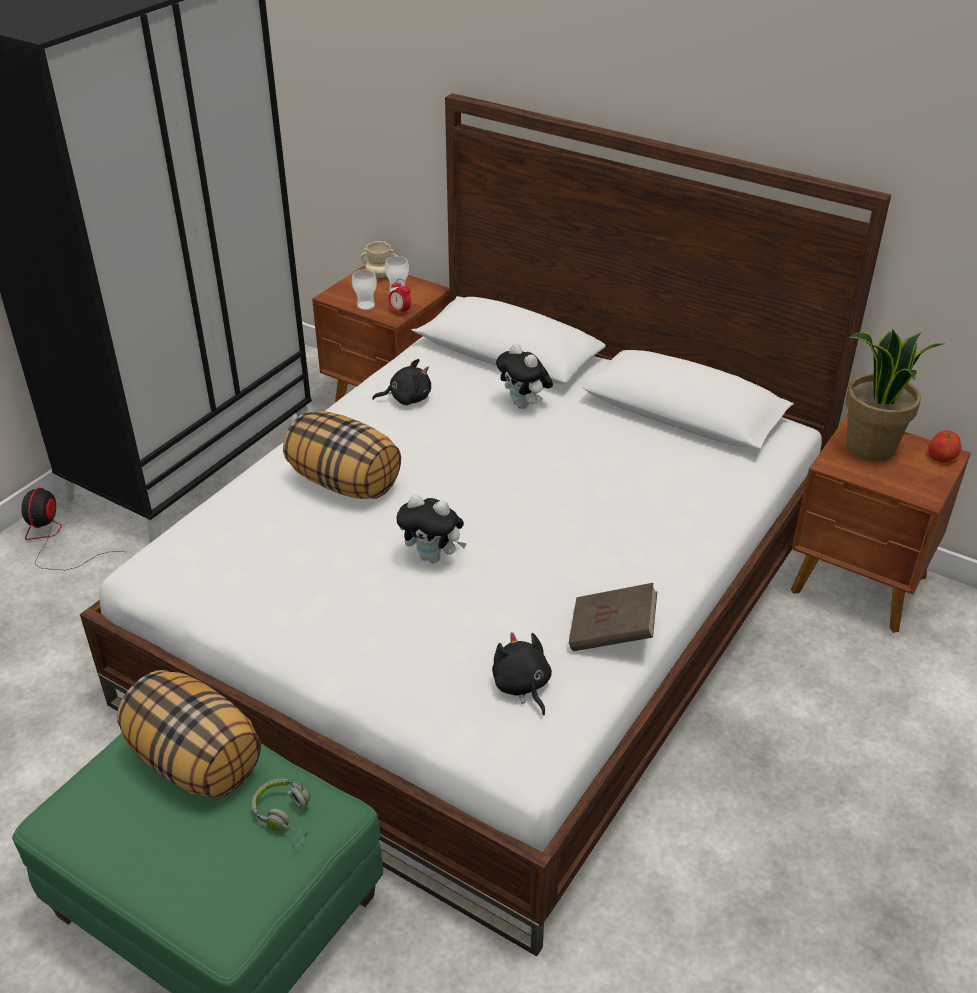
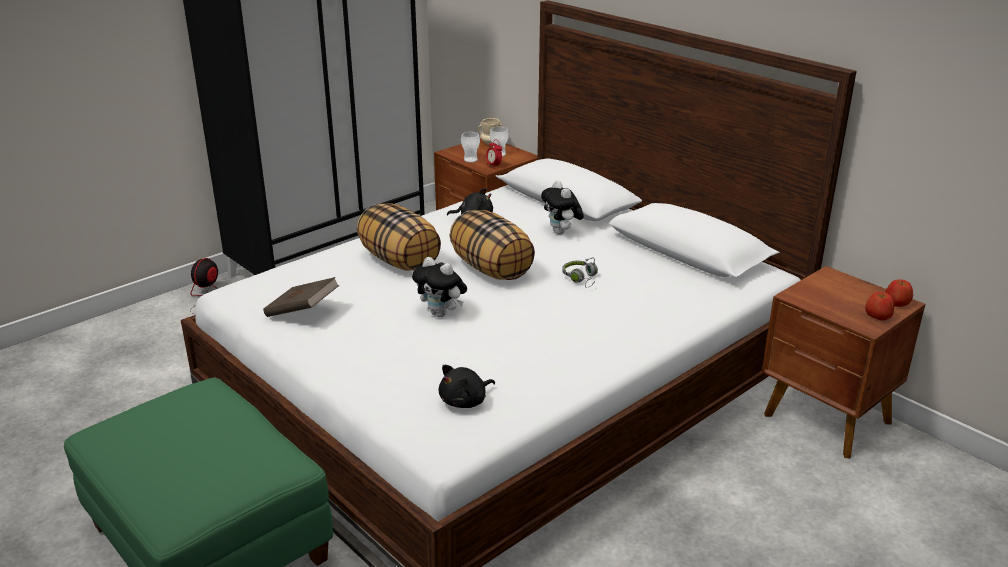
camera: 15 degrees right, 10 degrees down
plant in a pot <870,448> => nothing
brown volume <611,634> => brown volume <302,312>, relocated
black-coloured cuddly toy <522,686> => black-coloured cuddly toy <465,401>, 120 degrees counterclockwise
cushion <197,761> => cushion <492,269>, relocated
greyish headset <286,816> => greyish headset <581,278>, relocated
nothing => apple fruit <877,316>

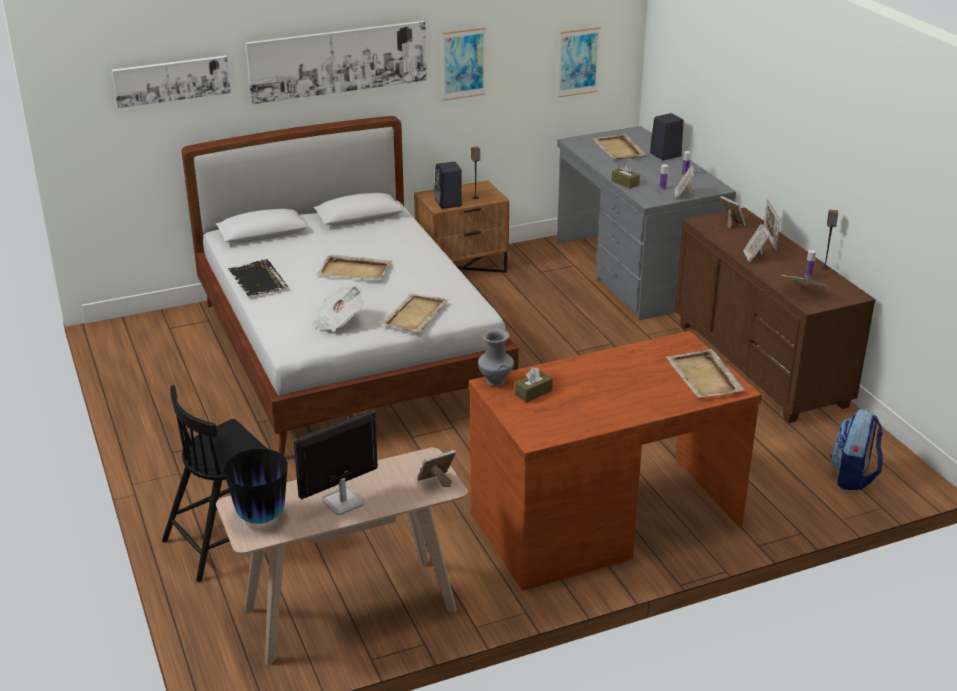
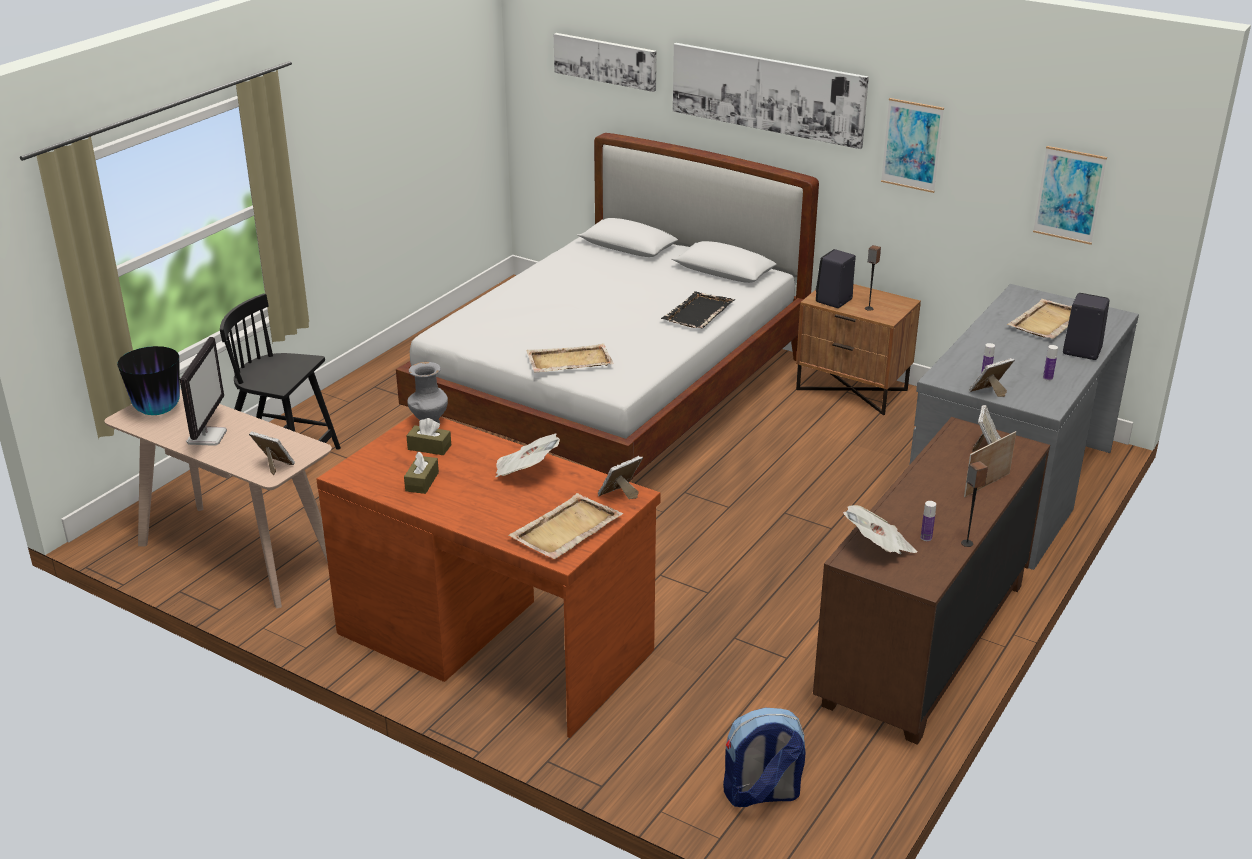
camera: 55 degrees right, 0 degrees up
brown box of tissues <625,183> => brown box of tissues <422,482>, relocated
standing frame <754,257> => standing frame <620,495>, relocated
sand-coloured carrying tray <355,270> => nothing
black-coloured carrying tray <258,281> => black-coloured carrying tray <697,313>, relocated
newspaper <338,321> => newspaper <525,471>, relocated
computer display <342,502> => computer display <207,436>, 75 degrees clockwise

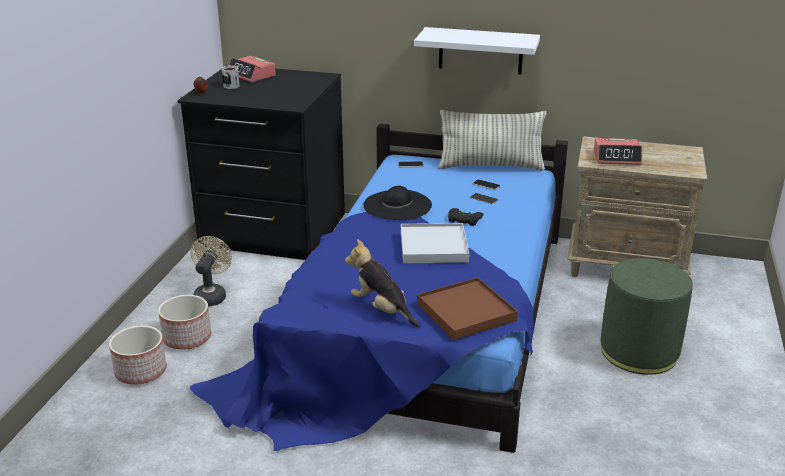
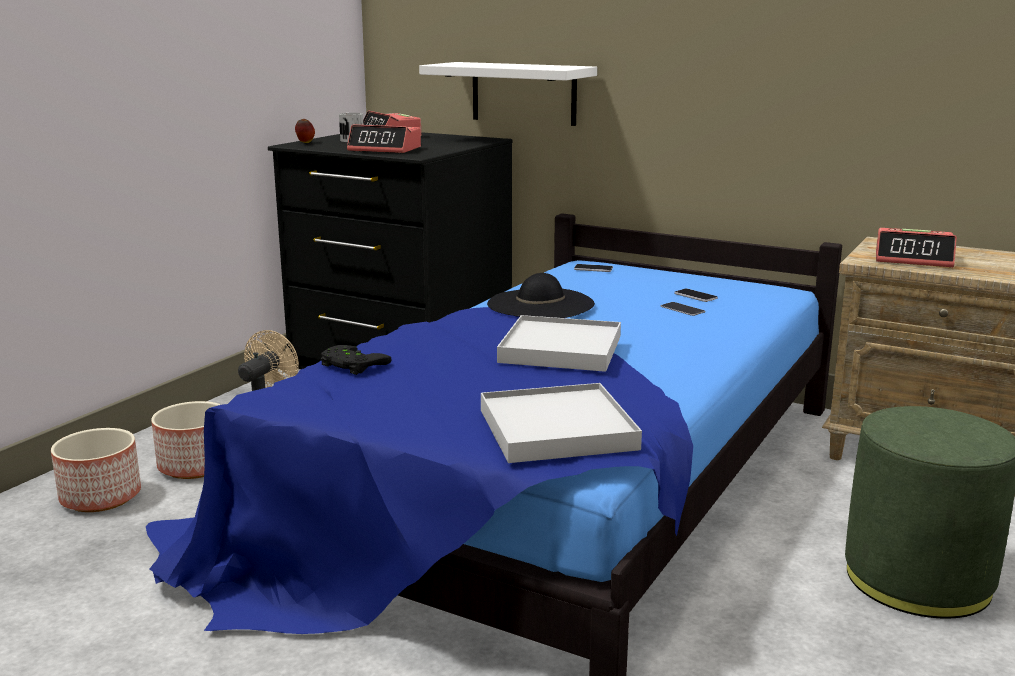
camera: 15 degrees right, 10 degrees down
white wall shelf <480,51> => white wall shelf <523,93>, relocated
cushion <490,166> => nothing
black-coloured joypad <463,220> => black-coloured joypad <351,365>, relocated
cuddly toy <382,309> => nothing
brown carrying tray <465,312> => white carrying tray <556,429>
nothing => bedside clock <385,149>

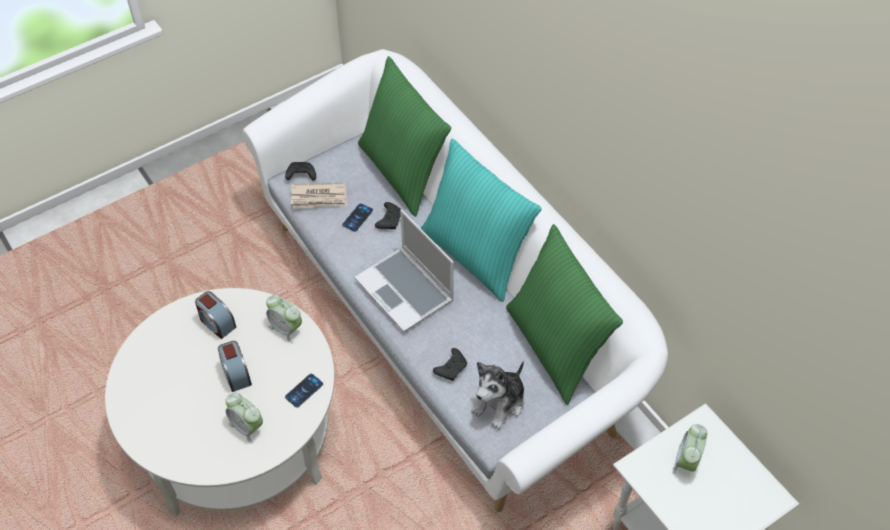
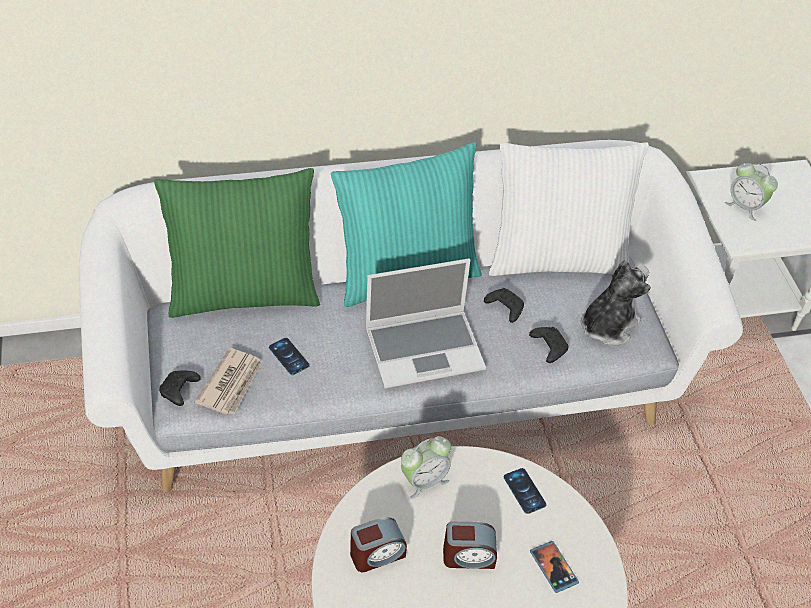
camera: 70 degrees left, 5 degrees down
black-coloured joypad <389,219> => black-coloured joypad <504,308>, relocated
greenish cushion <555,347> => white cushion <556,258>
cuddly toy <500,403> => cuddly toy <607,325>, 105 degrees counterclockwise
bedside clock <247,427> => phone <553,567>

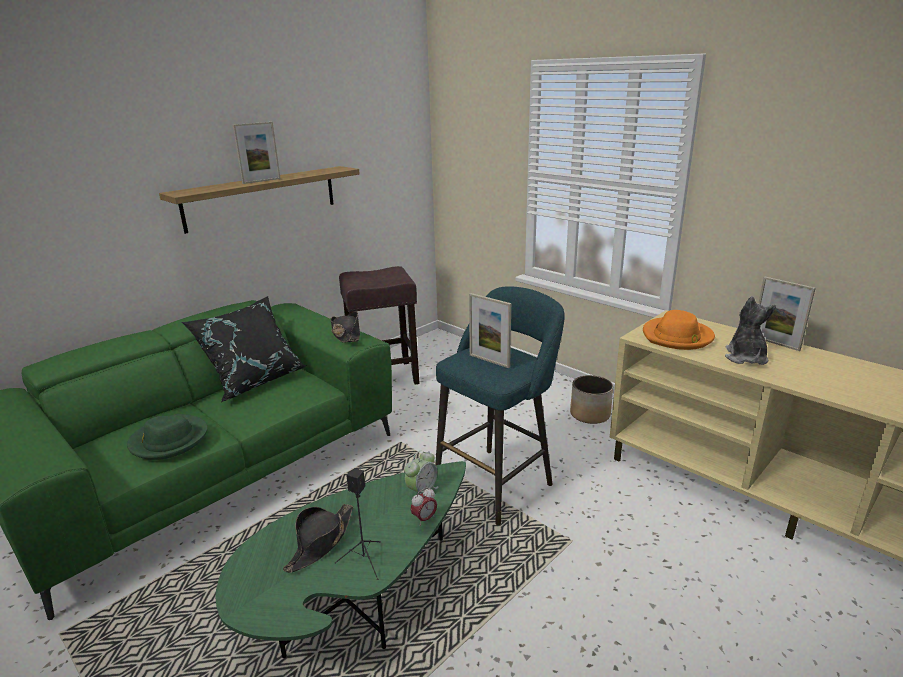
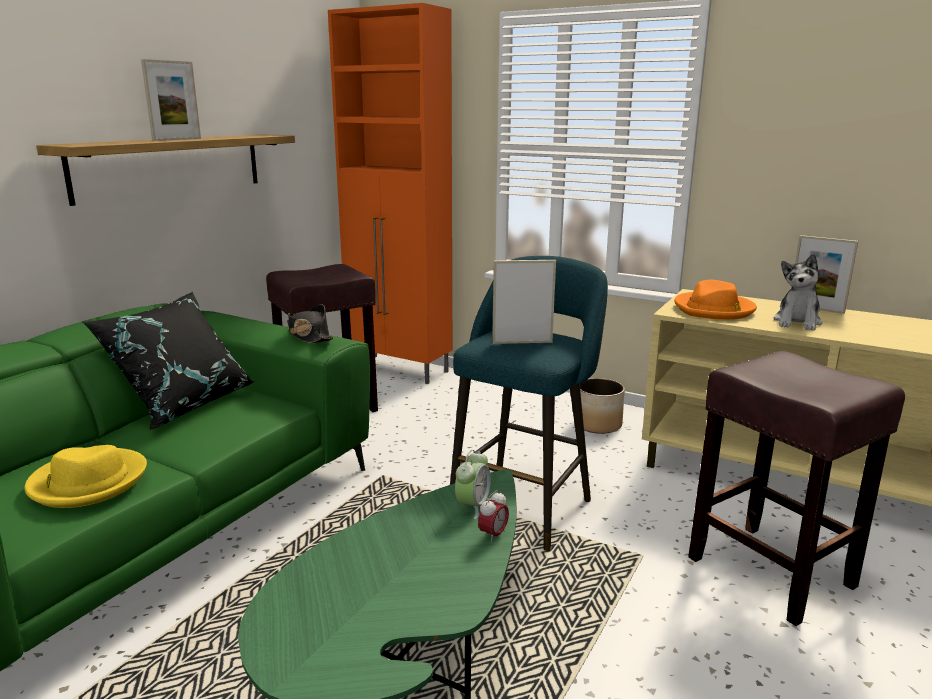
camera: 15 degrees left, 5 degrees down
standing frame <489,361> => standing frame <522,342>, 150 degrees clockwise
cuddly toy <745,357> => cuddly toy <797,322>, 150 degrees counterclockwise
greenish clothing hat <169,440> => yellow clothing hat <88,482>
black-coloured audio speaker <365,561> => nothing
black-coloured clothing hat <320,542> => nothing
nothing => orange cupboard <400,370>
nothing => brown sitting stool <773,573>

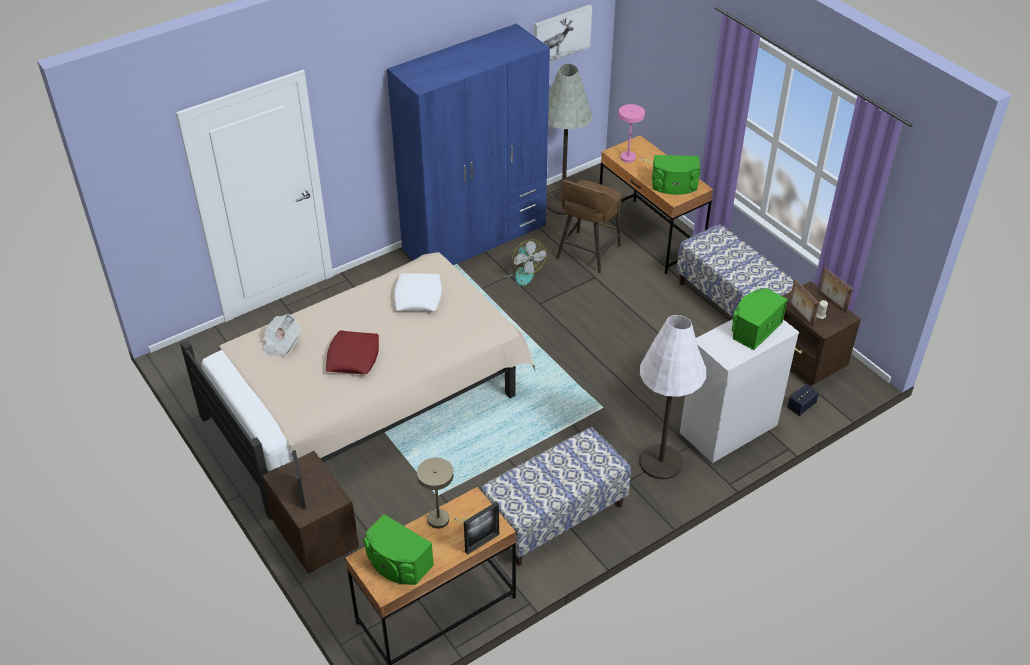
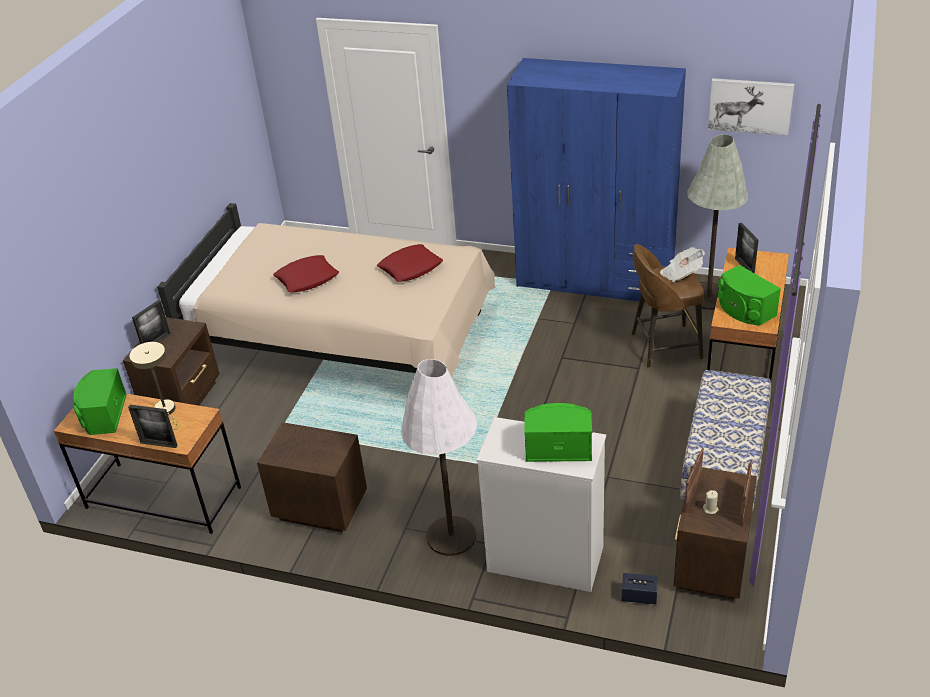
camera: 55 degrees right, 5 degrees down
pinkish tabletop lamp <631,158> => standing frame <744,267>
fan <521,272> => nothing
white cushion <418,296> => red cushion <410,268>
newspaper <281,344> => newspaper <681,273>, relocated
indoor bench <555,517> => brown bedside table <320,507>

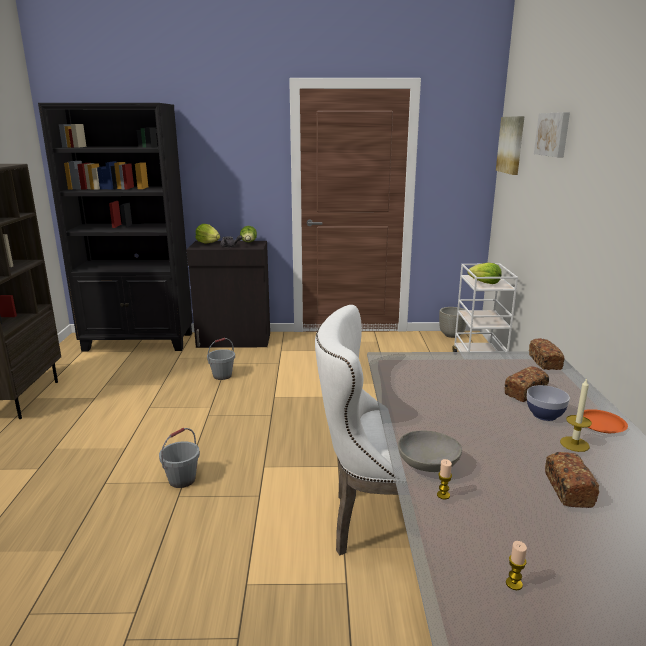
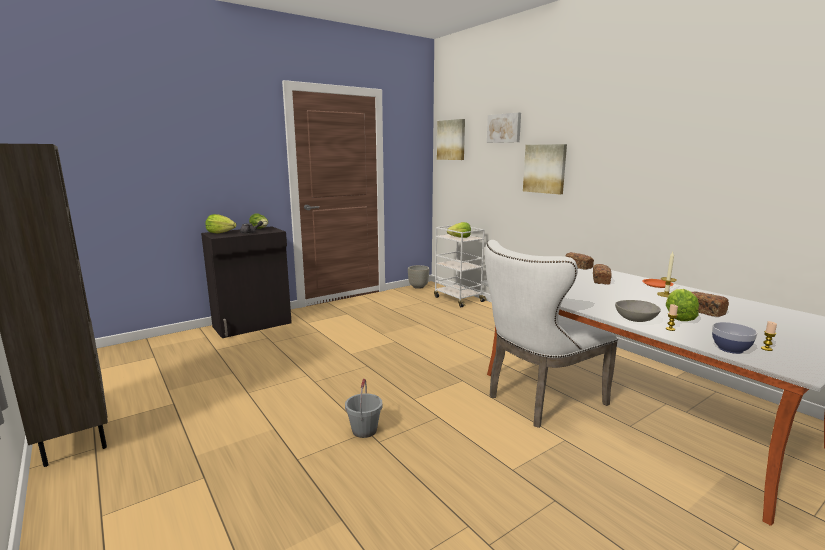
camera: 35 degrees left, 5 degrees down
black-coloured shelving unit <139,342> => nothing
greyish water bucket <222,375> => nothing
bowl <544,415> => bowl <730,349>, relocated
nothing => wall art <545,168>
nothing => lettuce <678,317>

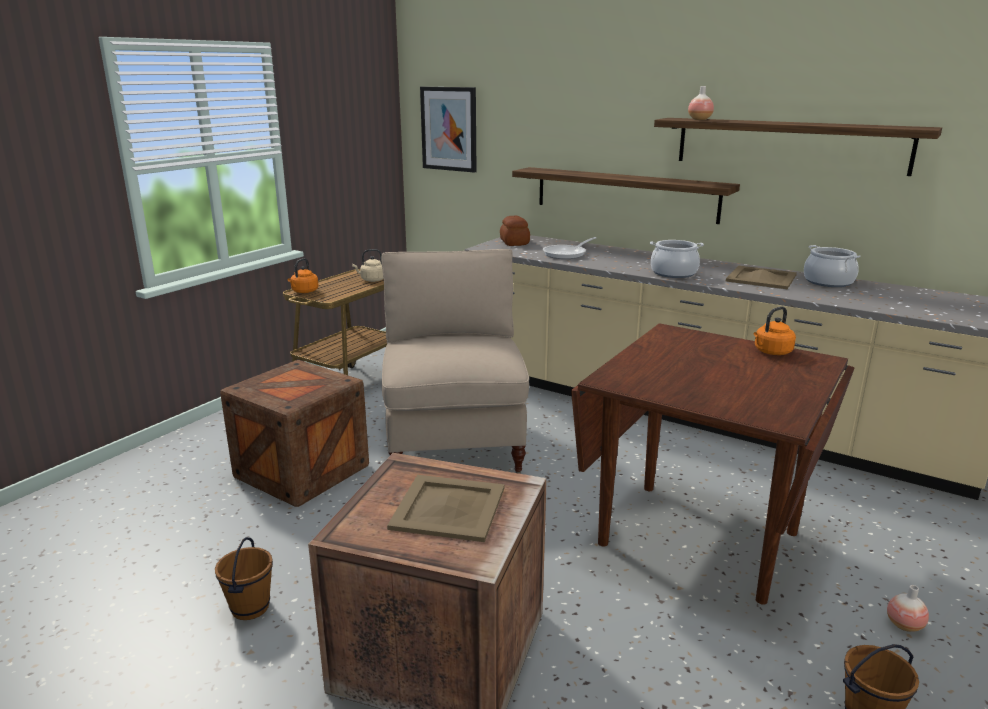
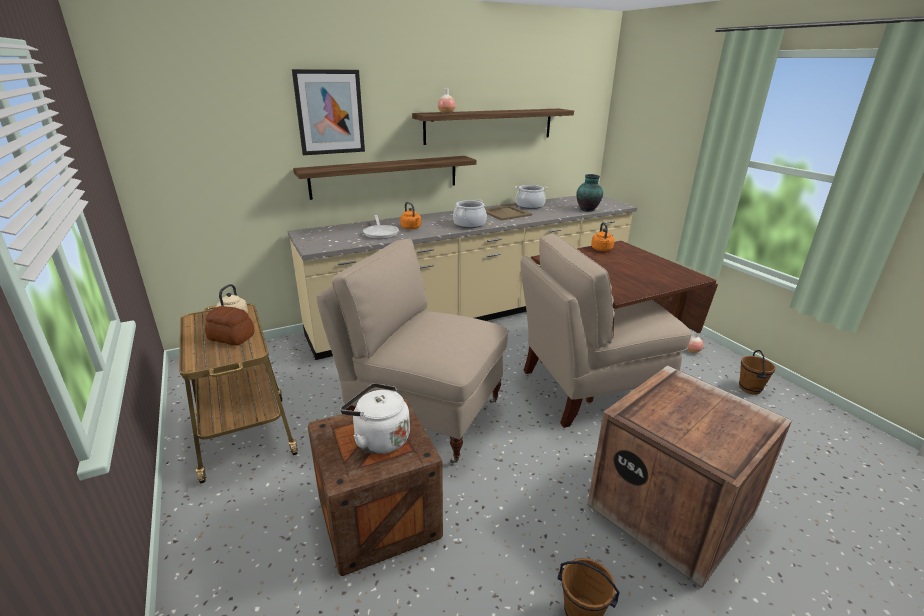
camera: 60 degrees left, 5 degrees up
wall art <449,129> => wall art <330,112>, relocated
bakery bread <514,242> => bakery bread <231,337>, relocated
orange water kettle <304,291> => orange water kettle <411,228>, relocated
sand-coloured carrying tray <449,507> => nothing
nothing => decorative vase <588,209>
nothing => sand-coloured plain chair <589,388>
nothing => white water kettle <379,438>

